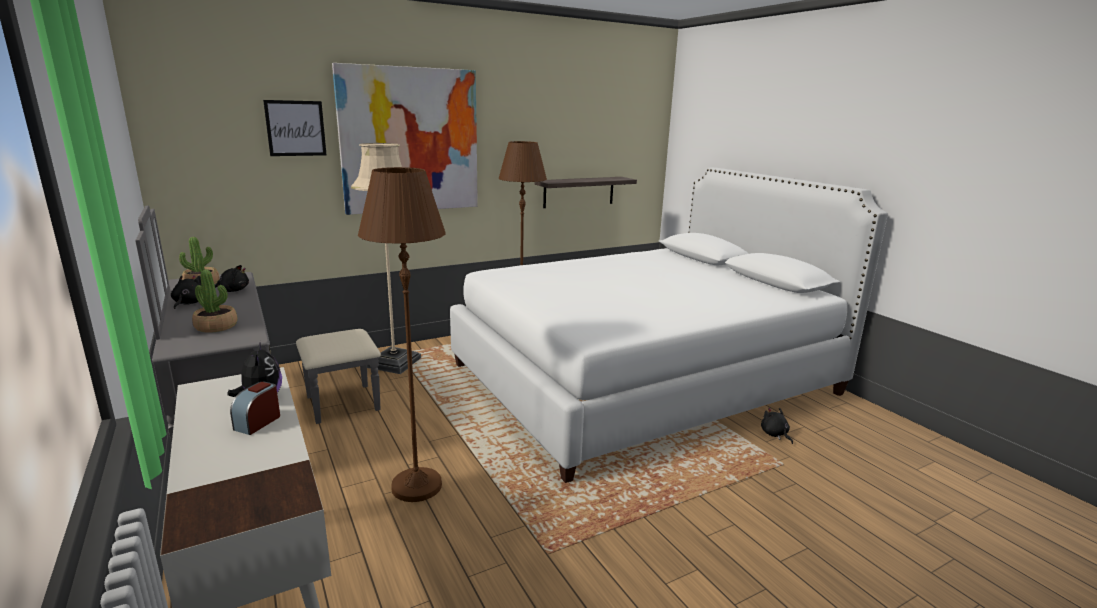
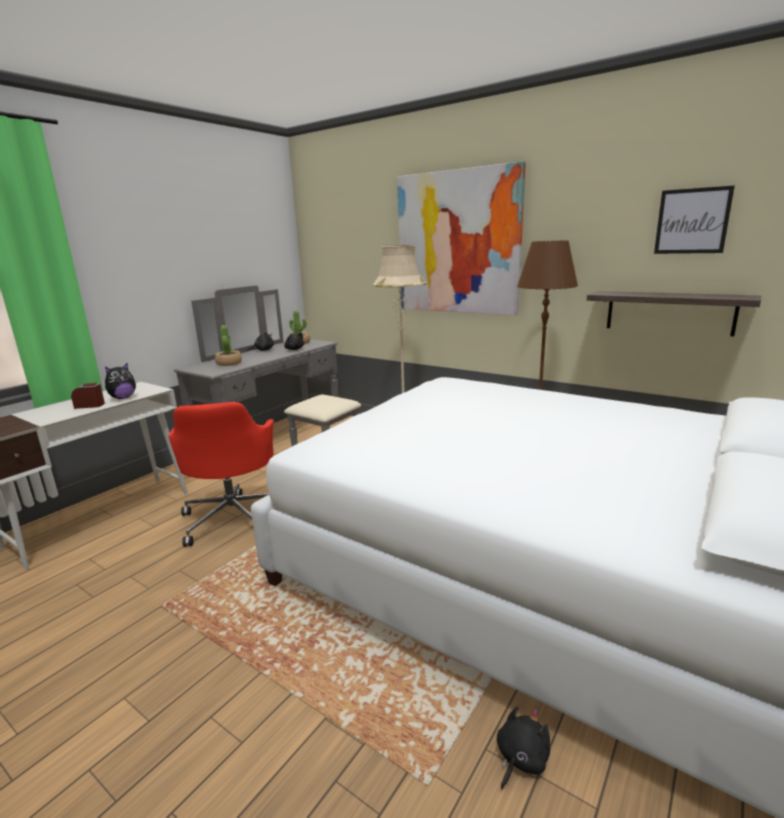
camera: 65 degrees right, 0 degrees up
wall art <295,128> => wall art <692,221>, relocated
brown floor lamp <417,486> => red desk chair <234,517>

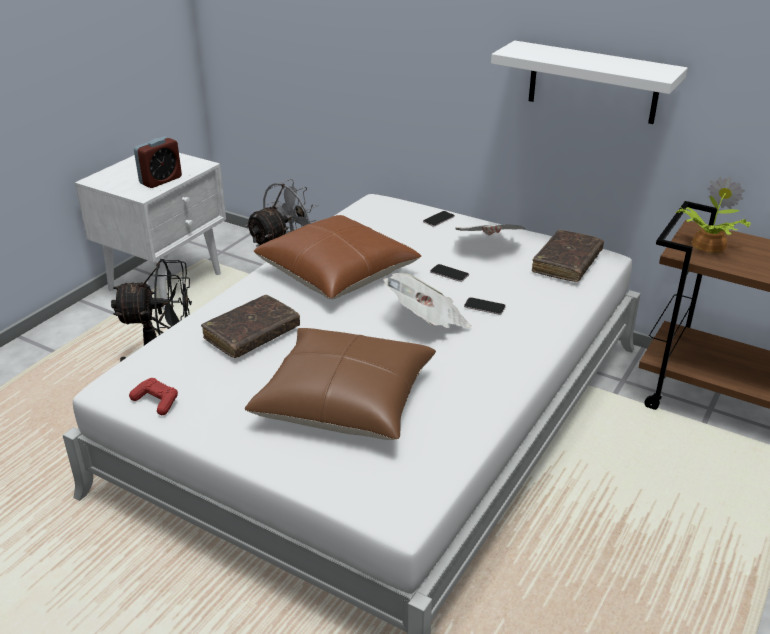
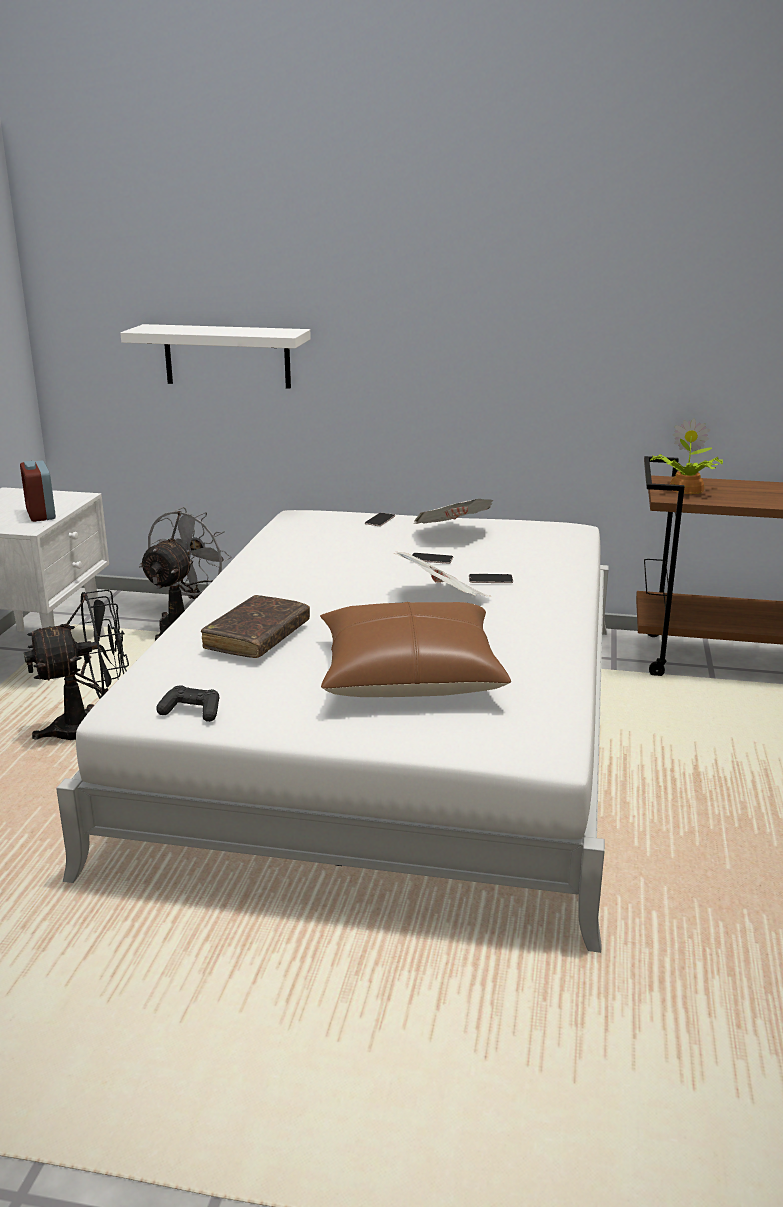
camera: 20 degrees left, 10 degrees down
white wall shelf <593,82> => white wall shelf <227,356>, relocated
bedside clock <161,180> => bedside clock <40,514>, 135 degrees clockwise
brown cushion <337,272> => nothing
brown volume <567,263> => nothing
red joypad <156,401> => black-coloured joypad <191,712>

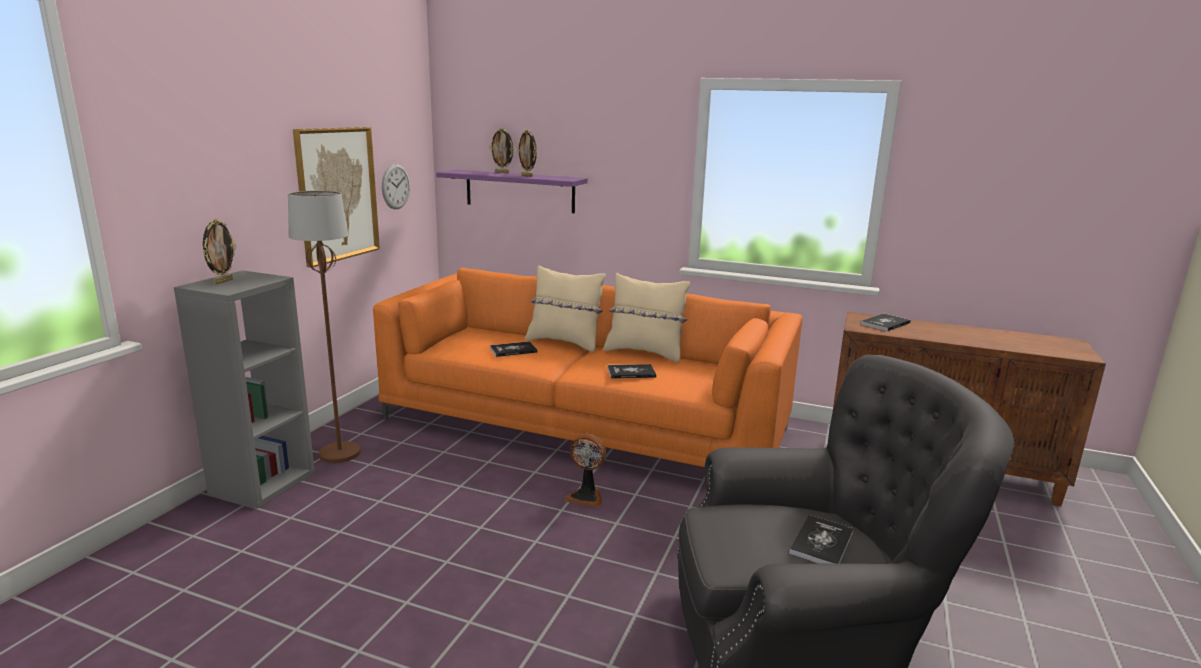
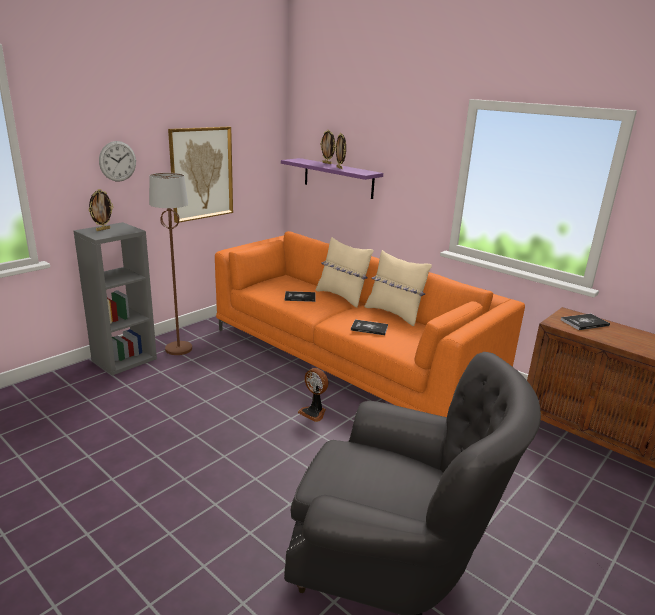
camera: 20 degrees right, 5 degrees up
wall clock <395,186> => wall clock <117,161>, relocated
volume <821,543> => nothing

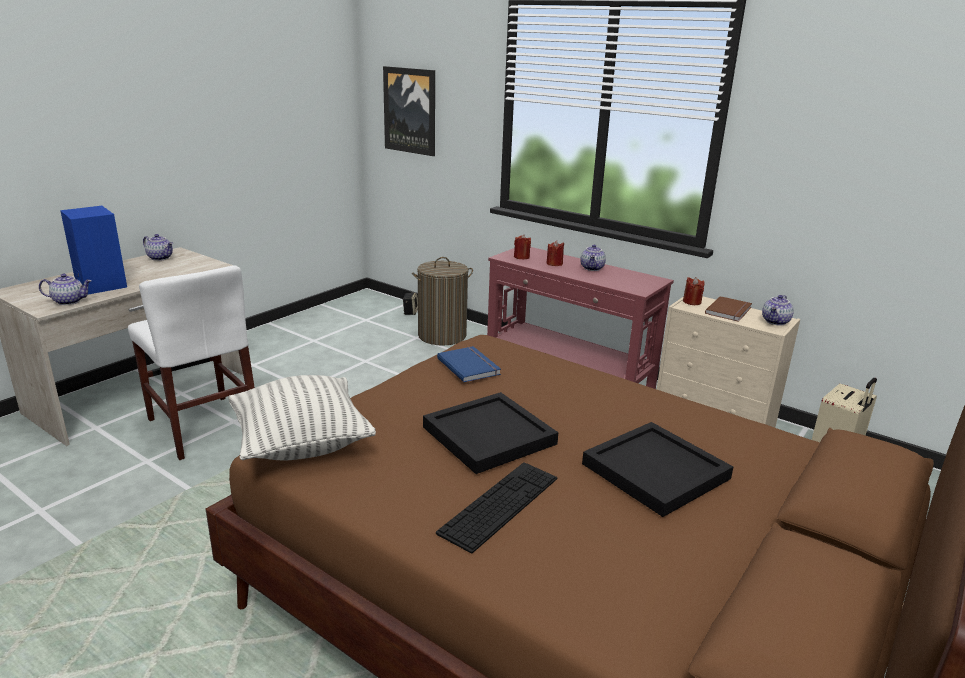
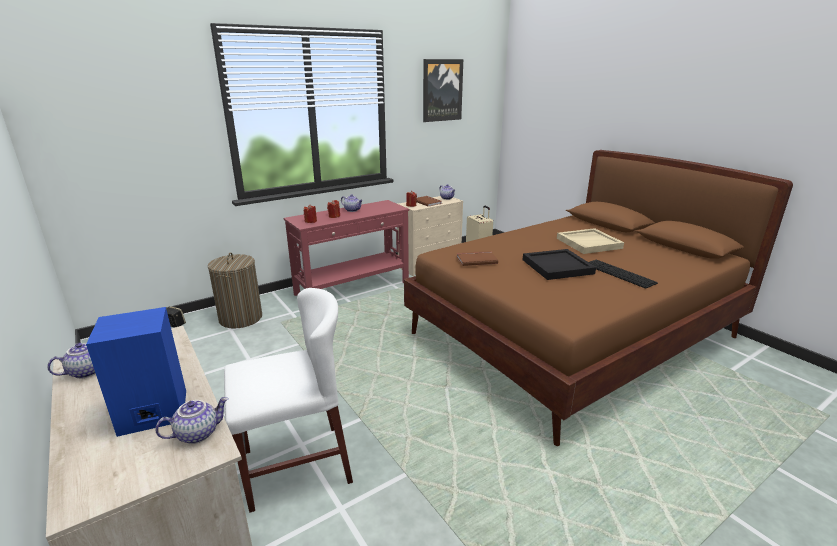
camera: 70 degrees left, 0 degrees up
wall art <410,110> => wall art <442,90>, relocated
tea pot <69,301> => tea pot <198,433>, 45 degrees clockwise
blue-coloured volume <470,366> => brown volume <476,259>
cushion <301,444> => nothing
black-coloured carrying tray <657,471> => sand-coloured carrying tray <589,243>

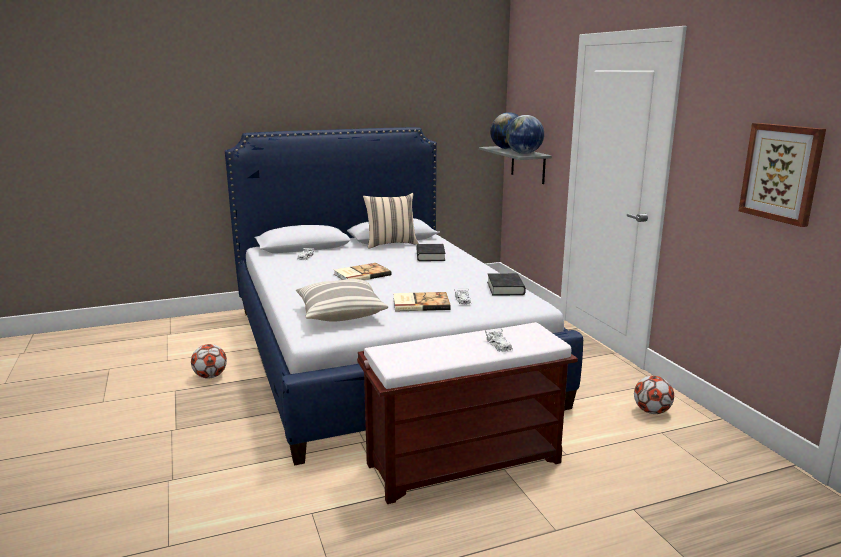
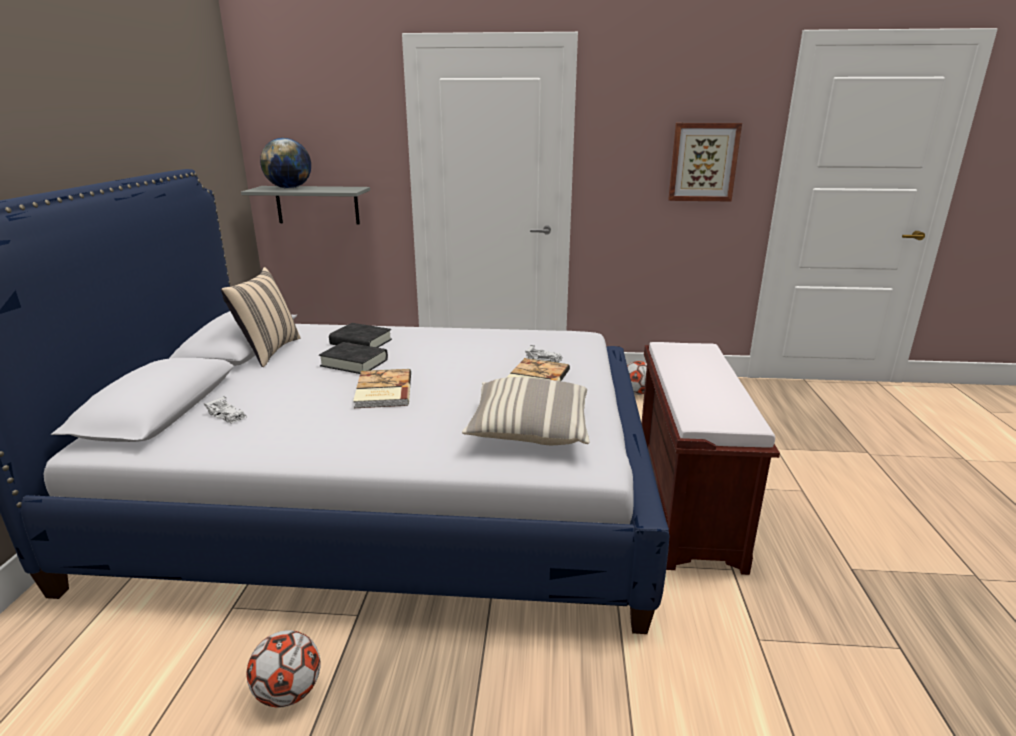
camera: 65 degrees left, 5 degrees up
desk globe <524,153> => nothing
black-coloured volume <505,288> => black-coloured volume <354,363>, relocated
white toy car <499,345> => nothing

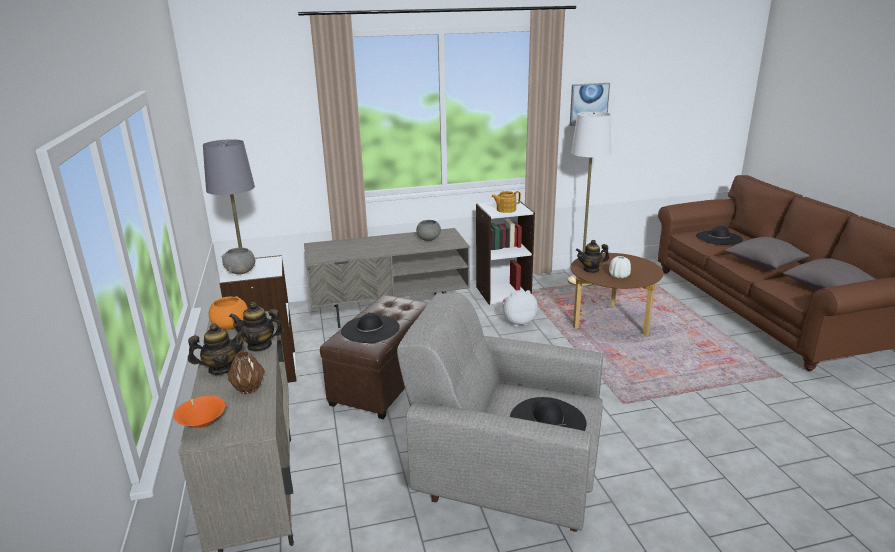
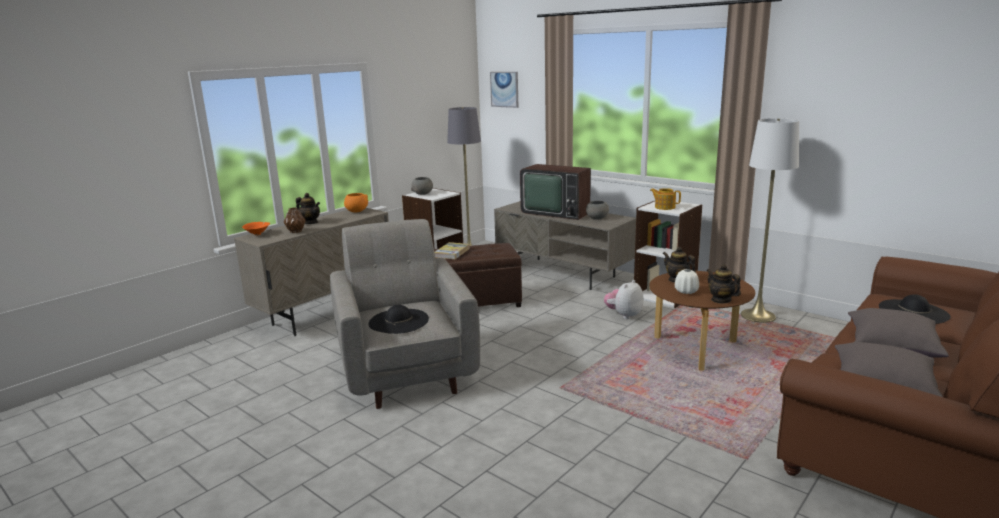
camera: 55 degrees right, 5 degrees down
wall art <589,104> => wall art <504,89>, relocated
cuddly toy <518,322> => cuddly toy <623,315>, 90 degrees counterclockwise
tea pot <259,345> => tea pot <721,300>, relocated
black-coloured clothing hat <370,329> => volume <452,252>
nothing => television <556,212>

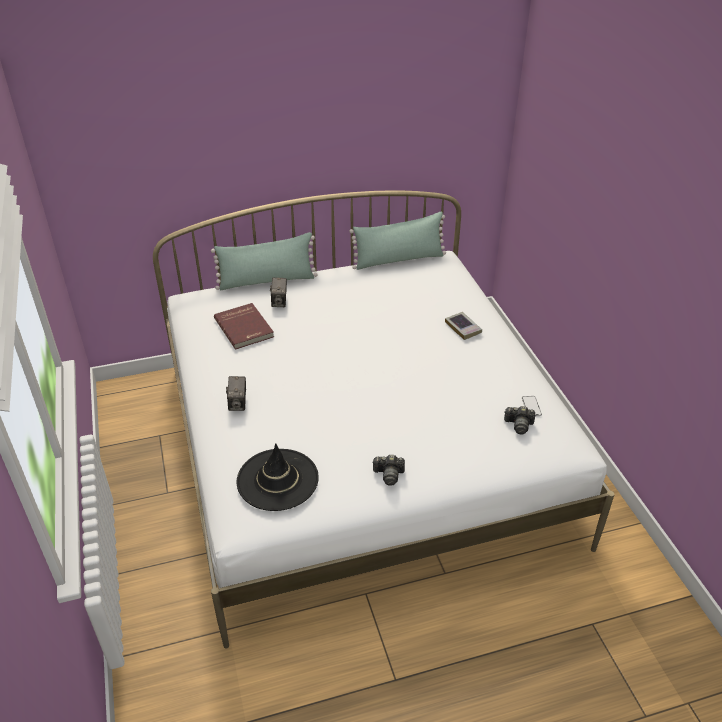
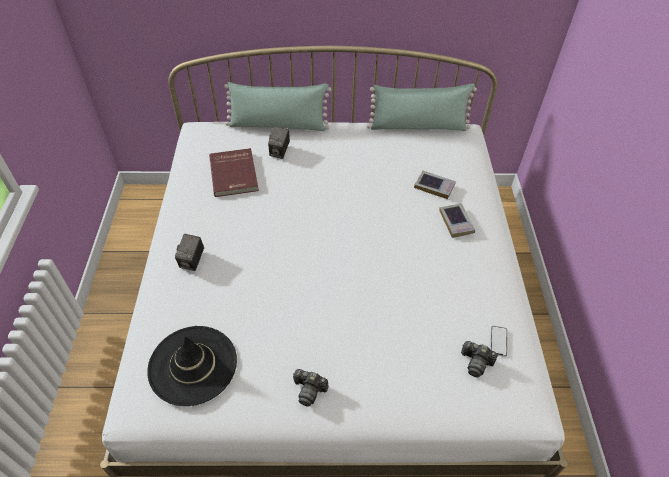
camera: 15 degrees right, 10 degrees up
nothing => volume <434,186>

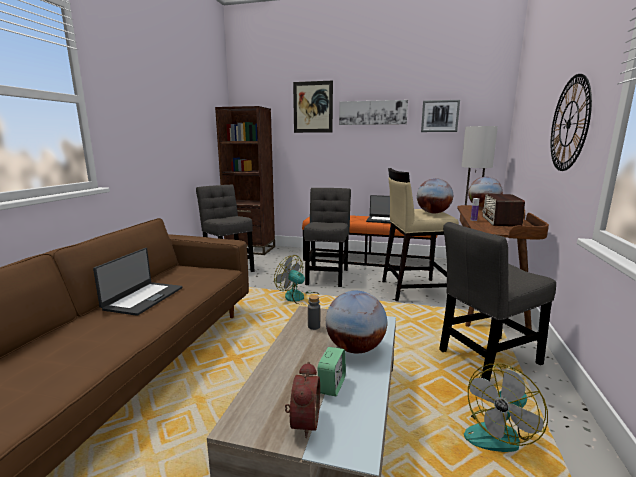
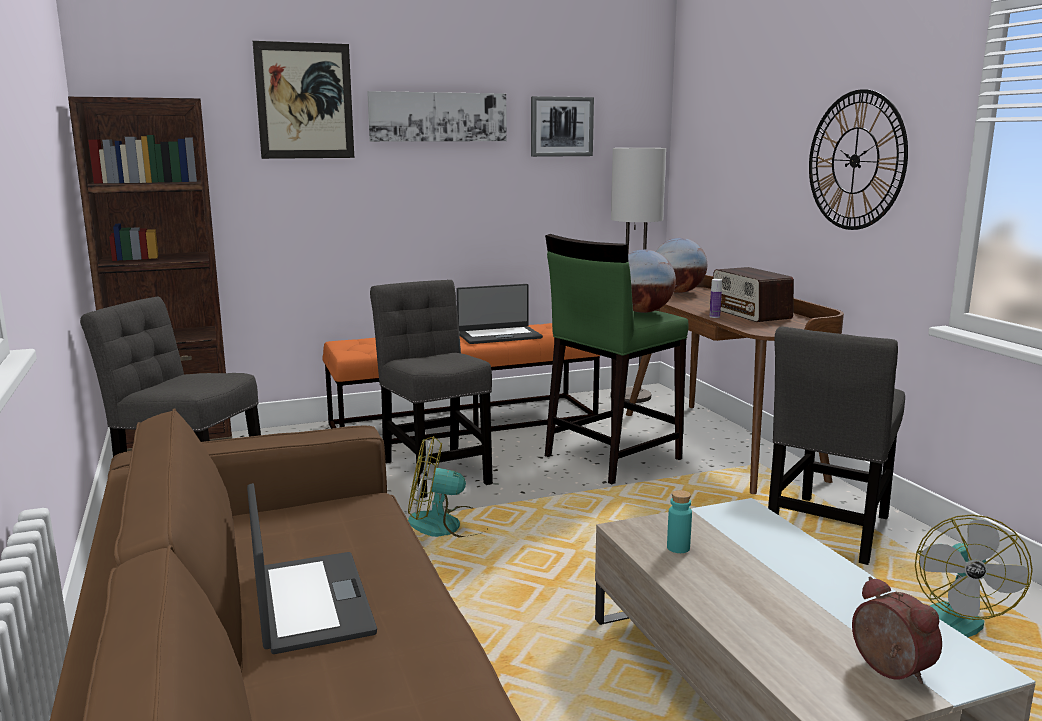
camera: 35 degrees left, 0 degrees up
sand-coloured sitting stool <413,289> => greenish sitting stool <611,457>
desk globe <355,348> => nothing
greyish drink bottle <314,326> => turquoise-coloured drink bottle <678,548>
bedside clock <332,385> => nothing

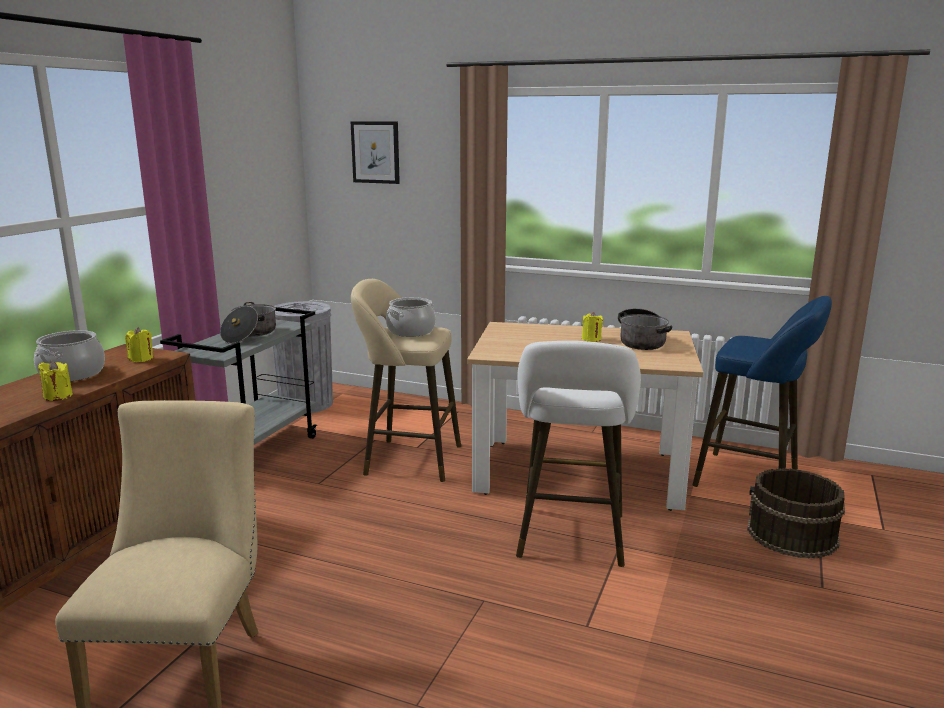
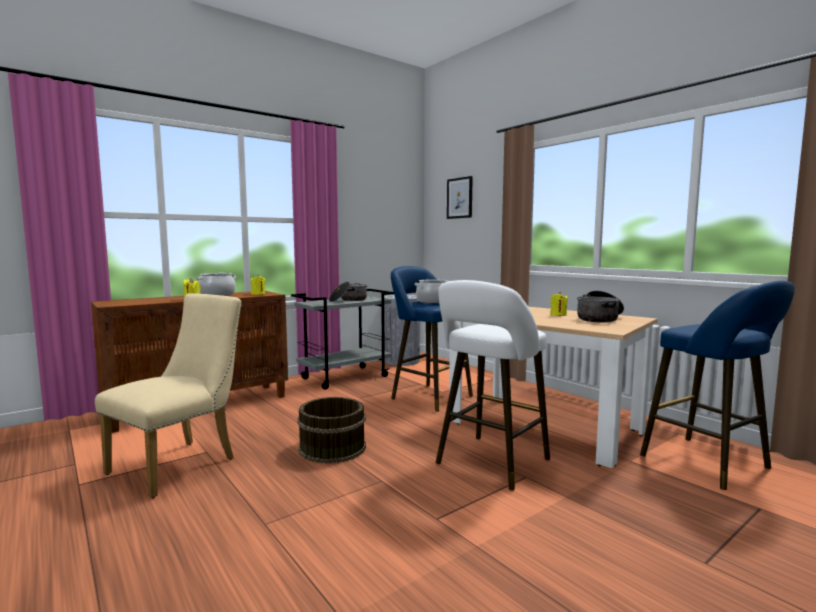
camera: 30 degrees right, 10 degrees down
sand-coloured sitting stool <407,459> => blue-coloured sitting stool <428,396>
brown water bucket <791,535> => brown water bucket <331,448>, relocated

